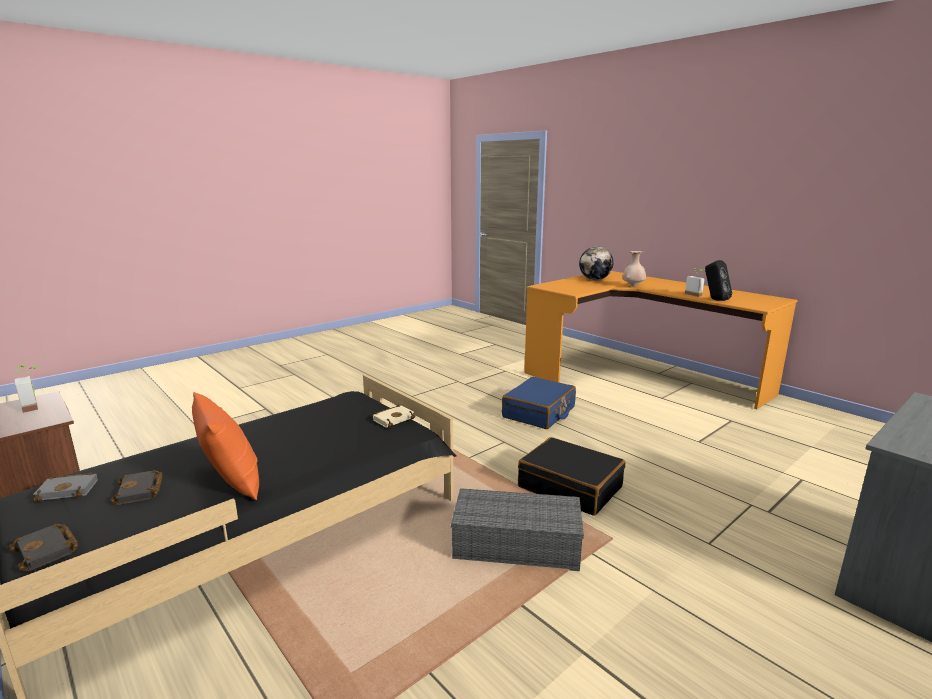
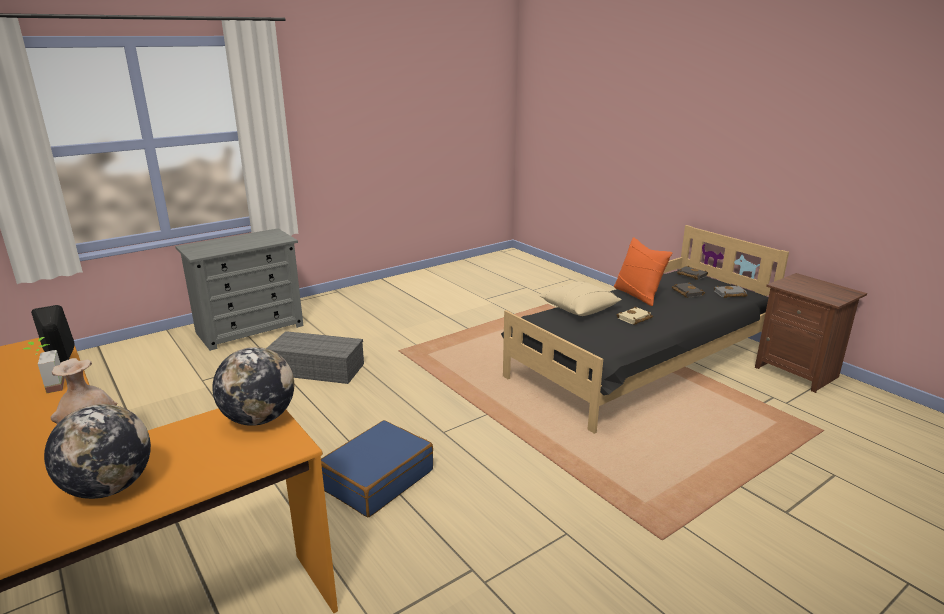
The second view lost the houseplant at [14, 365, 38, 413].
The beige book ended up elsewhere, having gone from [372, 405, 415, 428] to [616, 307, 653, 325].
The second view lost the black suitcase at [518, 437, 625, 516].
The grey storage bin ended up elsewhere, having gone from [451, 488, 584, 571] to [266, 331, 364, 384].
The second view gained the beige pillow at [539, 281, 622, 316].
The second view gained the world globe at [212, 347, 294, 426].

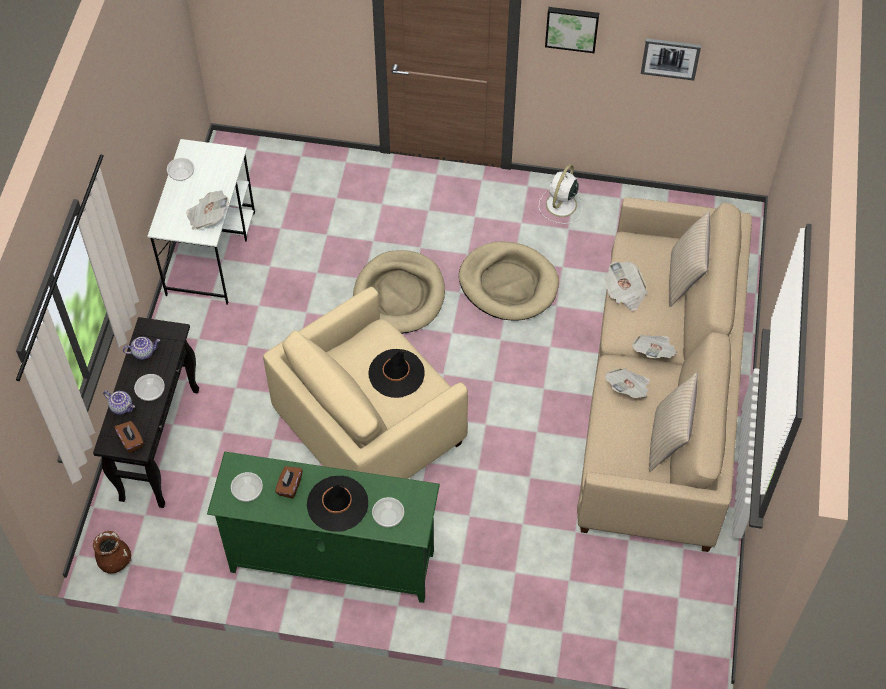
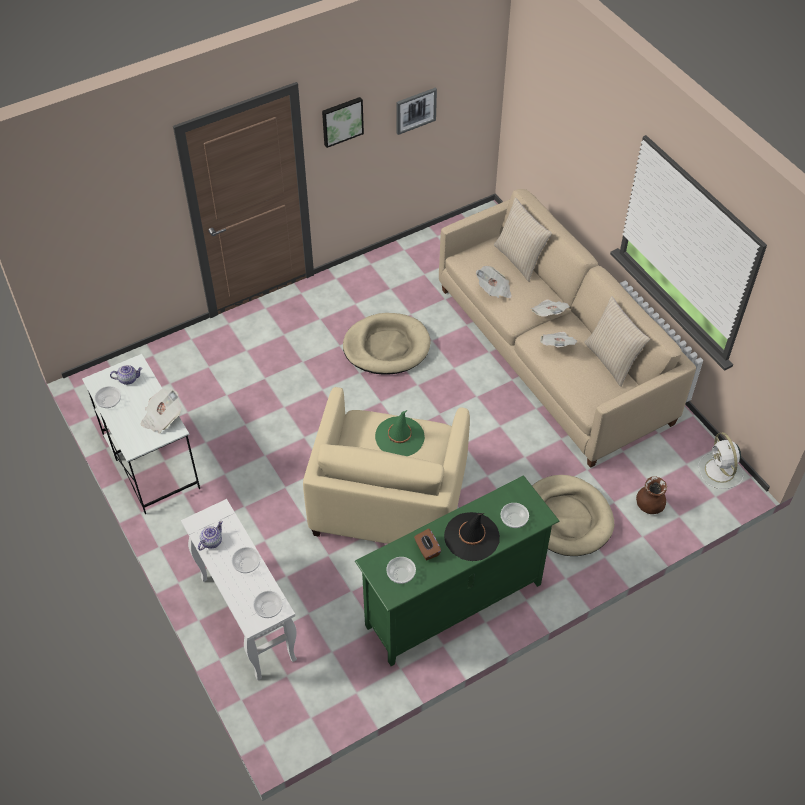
The white electric fan ended up elsewhere, having gone from [539, 164, 582, 224] to [698, 432, 743, 489].
The beige dog bed ended up elsewhere, having gone from [353, 250, 445, 334] to [532, 475, 614, 556].
What was the black narrow table at [93, 317, 199, 508] turned into the white narrow table at [181, 499, 297, 680].
What was the black clothing hat at [368, 349, 425, 398] turned into the green clothing hat at [375, 410, 425, 456].
The pot for tea ended up elsewhere, having gone from [103, 391, 135, 415] to [110, 365, 143, 385].
Where the brown-coloured tissue box stood at [114, 421, 143, 453], the bowl came to stand at [253, 591, 283, 618].
The brown-coloured flower vase ended up elsewhere, having gone from [93, 531, 131, 574] to [636, 476, 667, 514].

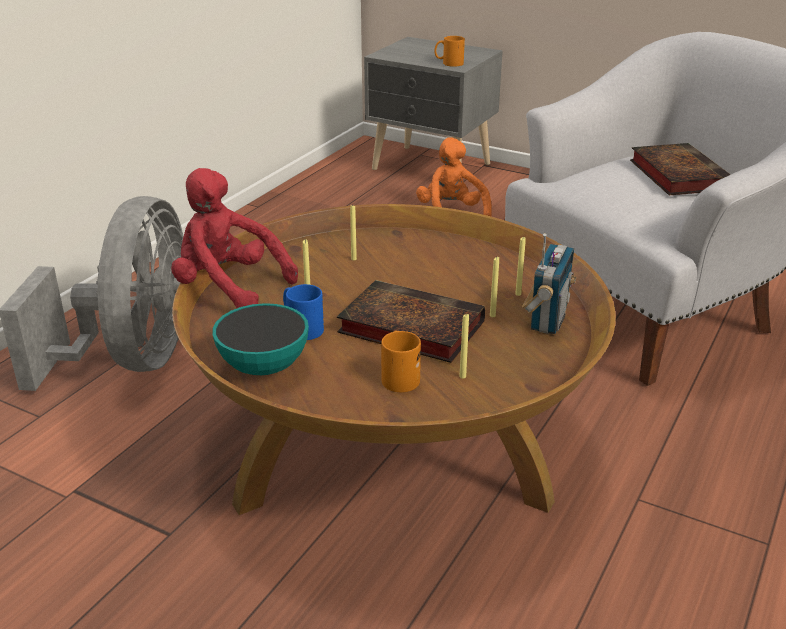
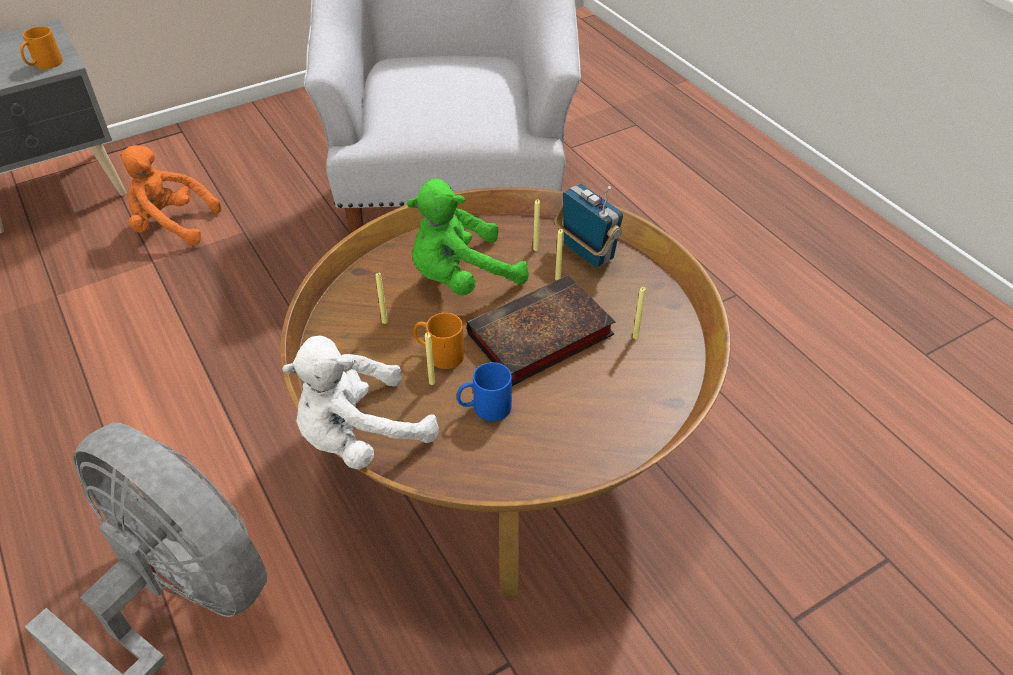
The second view lost the book at [630, 143, 731, 195].
What was the red-coloured cuddly toy at [171, 168, 298, 308] turned into the white cuddly toy at [282, 336, 439, 470].
The second view lost the bowl at [212, 303, 309, 375].
The orange-coloured mug ended up elsewhere, having gone from [381, 330, 421, 392] to [413, 313, 464, 369].
The second view gained the green cuddly toy at [407, 179, 529, 296].

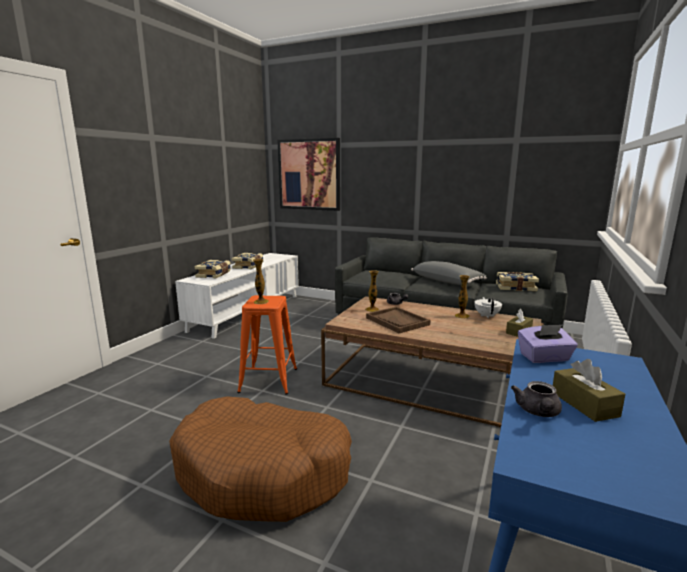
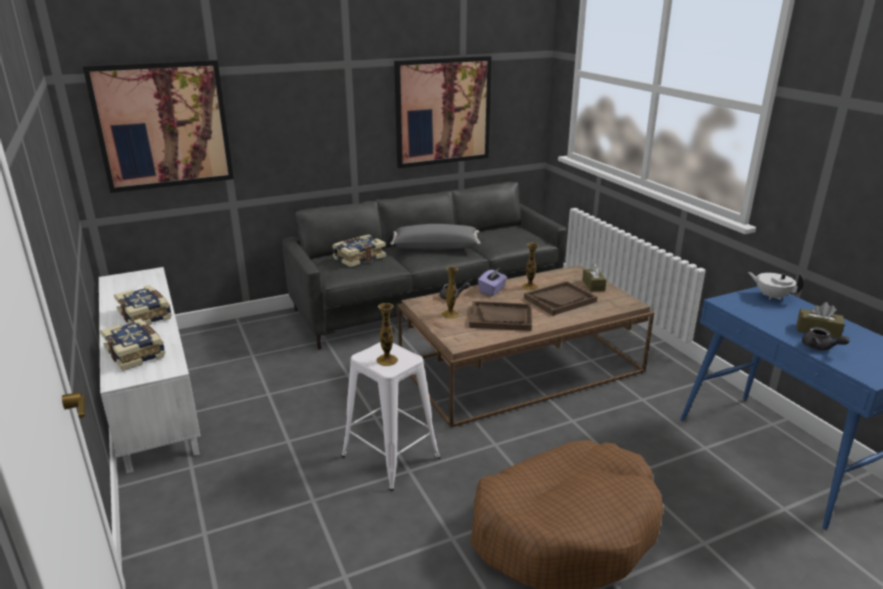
The book ended up elsewhere, having gone from [496, 272, 539, 291] to [332, 235, 386, 267].
What was the orange-coloured sitting stool at [237, 295, 297, 395] turned into the white sitting stool at [341, 342, 441, 491].
The white pot for tea ended up elsewhere, having gone from [474, 297, 502, 318] to [748, 272, 804, 300].
The purple-coloured tissue box ended up elsewhere, having gone from [518, 325, 578, 363] to [478, 269, 507, 296].
The second view gained the wall art at [394, 56, 492, 168].
The second view gained the brown-coloured carrying tray at [524, 281, 597, 316].

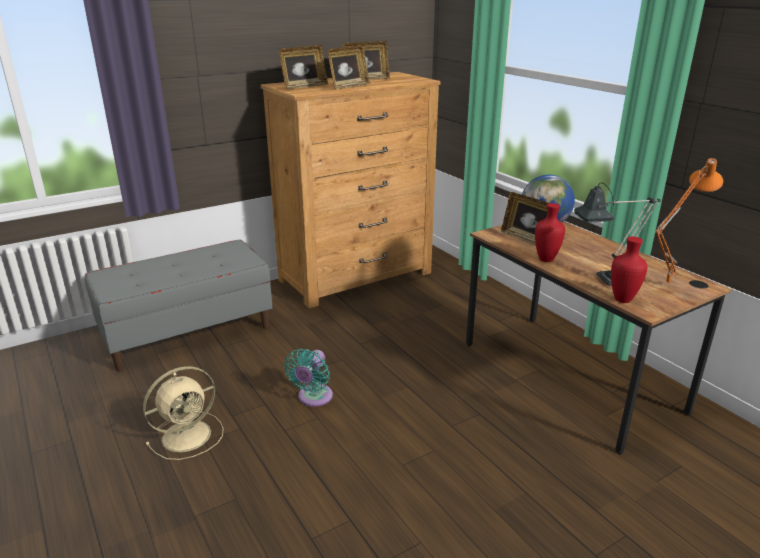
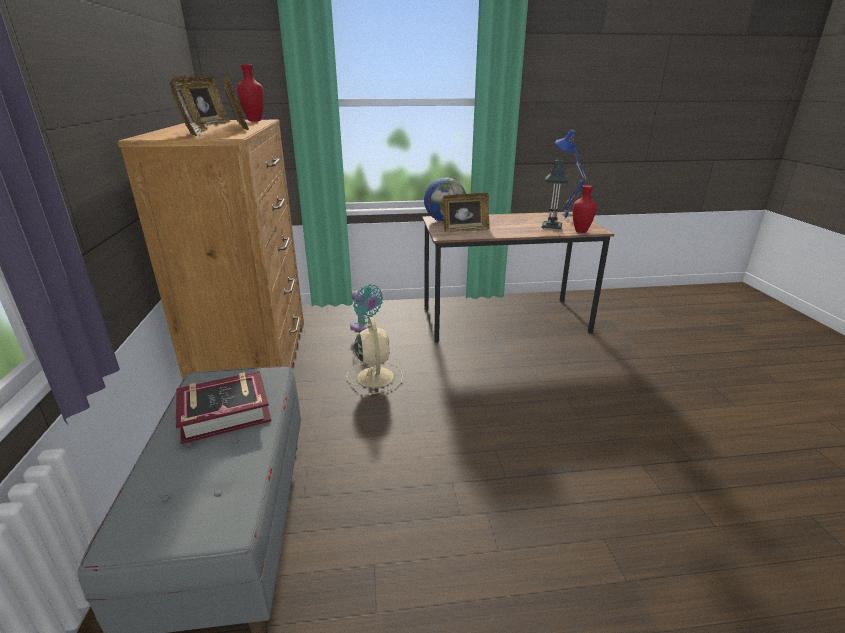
What was the orange-coloured table lamp at [655, 158, 723, 285] turned into the blue table lamp at [555, 129, 586, 219].
The red-coloured flower vase ended up elsewhere, having gone from [535, 203, 565, 262] to [237, 64, 264, 121].
The blue-green electric fan ended up elsewhere, having gone from [284, 349, 333, 407] to [350, 284, 383, 331].
The beige electric fan ended up elsewhere, having gone from [143, 366, 224, 460] to [346, 317, 403, 396].
The second view gained the book at [176, 371, 271, 444].

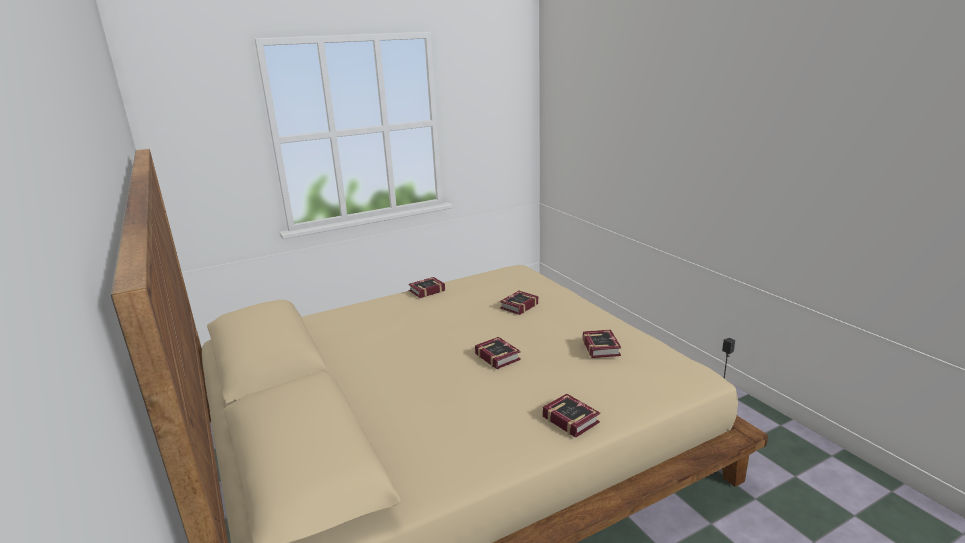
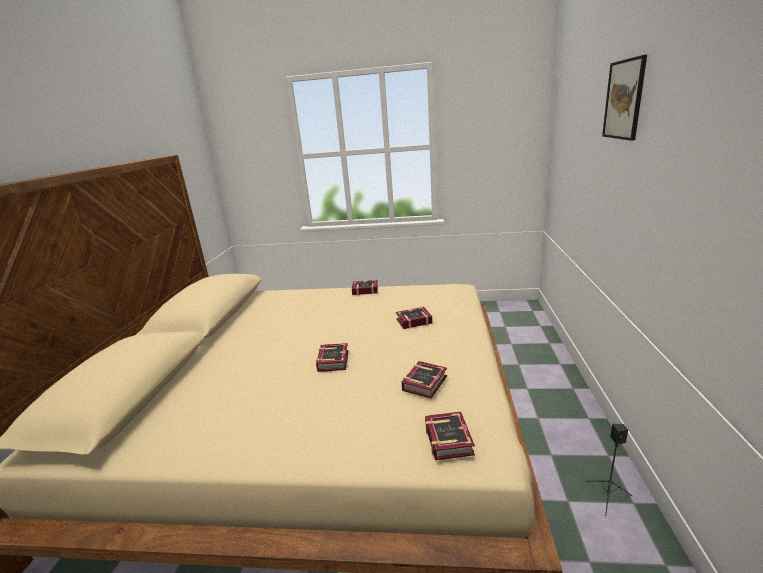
The book ended up elsewhere, having gone from [543, 393, 600, 438] to [425, 411, 475, 460].
The second view gained the wall art at [602, 55, 647, 141].

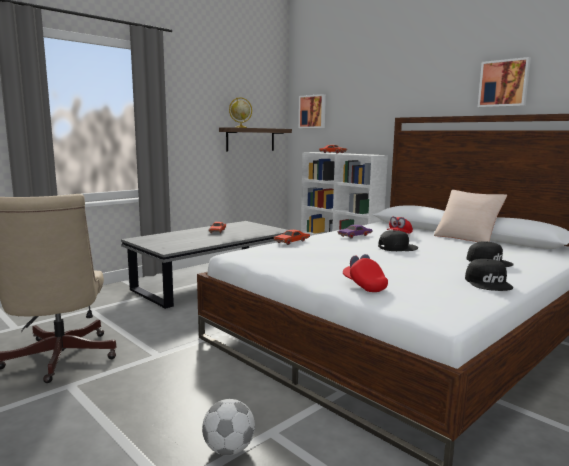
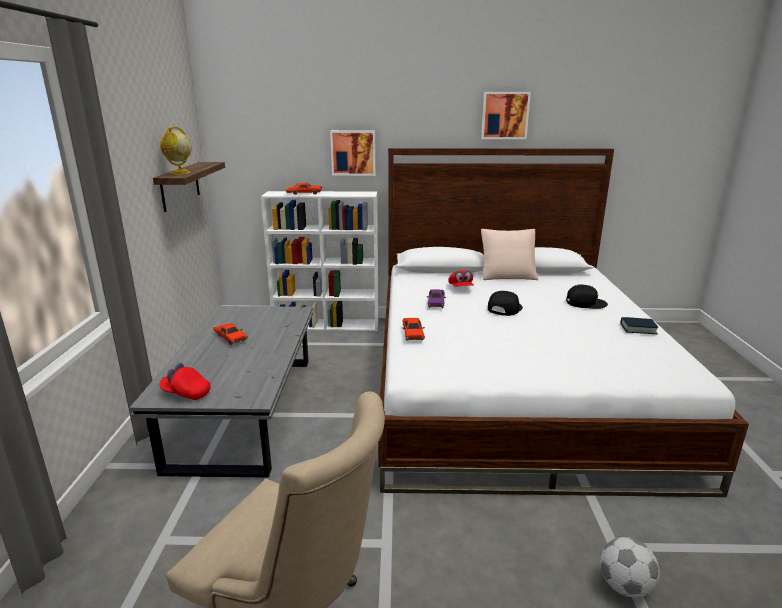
The wall art ended up elsewhere, having gone from [299, 94, 326, 128] to [330, 130, 375, 176].
The red-coloured baseball cap ended up elsewhere, having gone from [343, 254, 388, 292] to [160, 363, 211, 400].
Where the black baseball cap stood at [465, 259, 513, 291], the book came to stand at [620, 317, 658, 334].

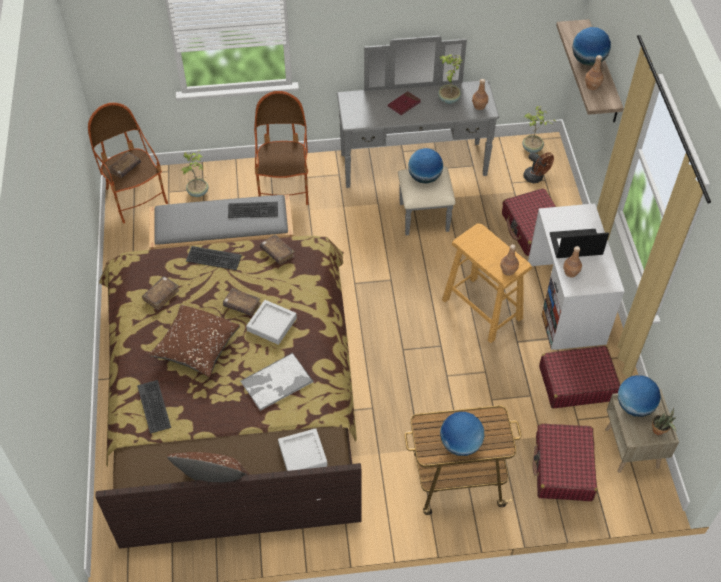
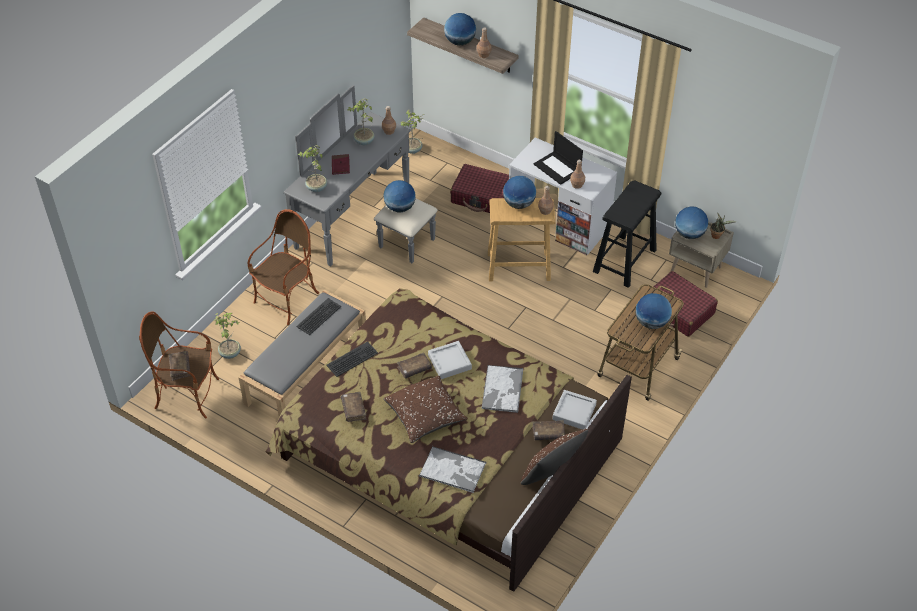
The armchair at [254, 91, 308, 205] ended up facing another way, 90 degrees clockwise from before.
The second view lost the brown-coloured electric fan at [523, 152, 554, 183].
The laptop at [550, 229, 609, 258] ended up facing another way, 75 degrees counterclockwise from before.
The brown-coloured book ended up elsewhere, having gone from [260, 234, 295, 265] to [533, 420, 565, 440].
Where the red-coloured suitcase stood at [539, 346, 620, 408], the black sitting stool came to stand at [593, 180, 661, 288].
Where the PC keyboard stood at [137, 380, 171, 434], the carrying tray came to stand at [419, 446, 486, 493].
The second view gained the houseplant at [298, 145, 327, 192].
The second view gained the world globe at [503, 176, 536, 209].

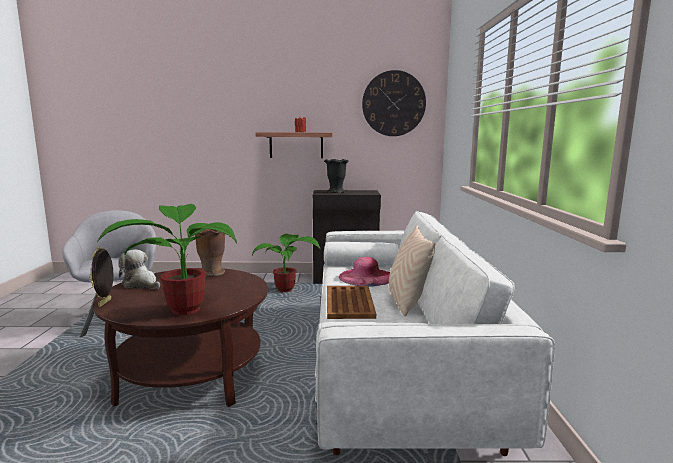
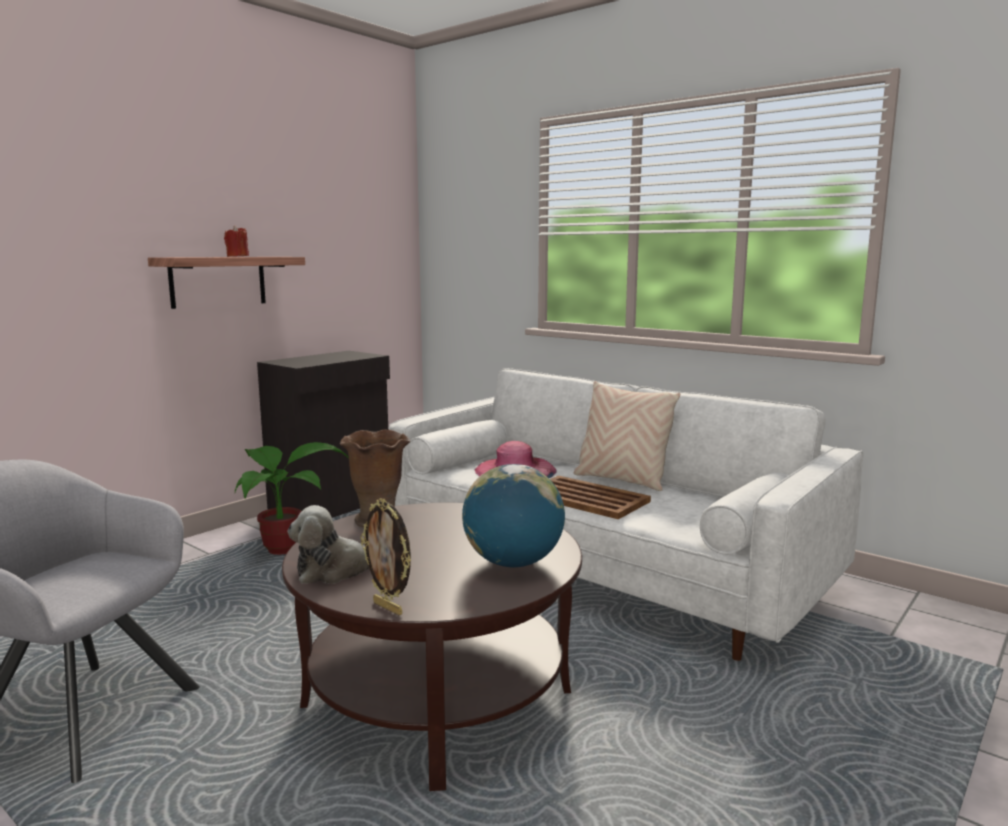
The second view lost the clock on the wall at [362, 70, 426, 136].
The second view lost the black flower vase at [324, 159, 348, 193].
Where the houseplant stood at [97, 204, 237, 315], the world globe came to stand at [462, 464, 565, 567].

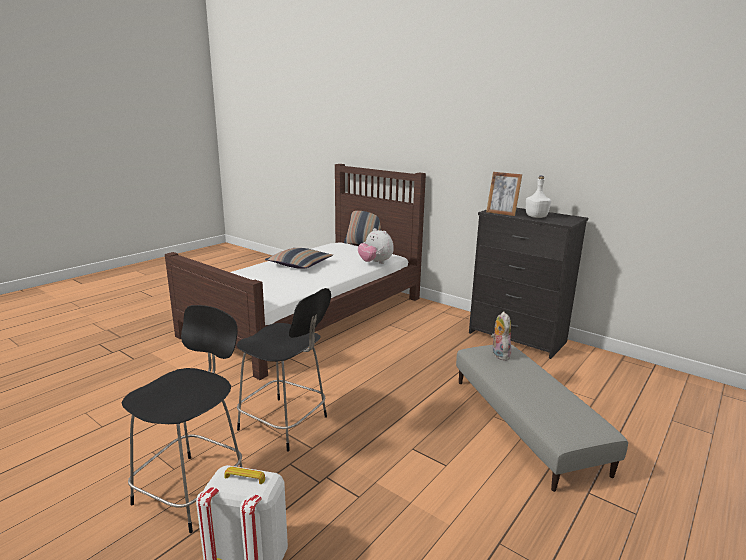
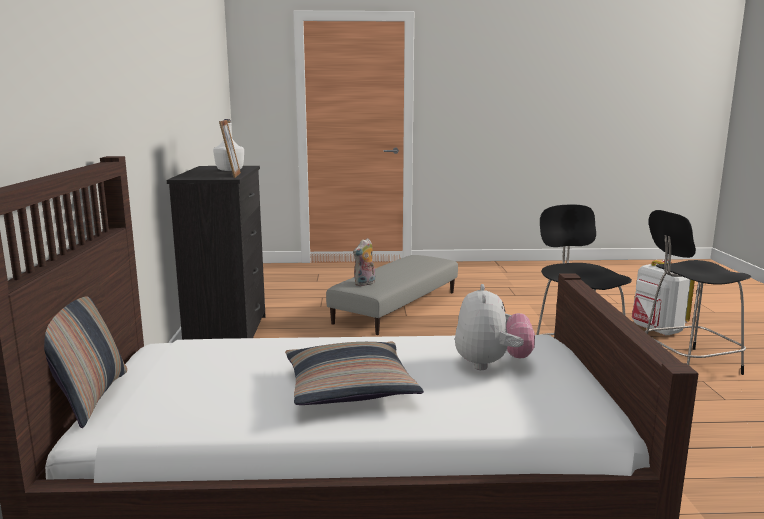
The cuddly toy ended up elsewhere, having gone from [358, 228, 394, 264] to [455, 284, 535, 370].

